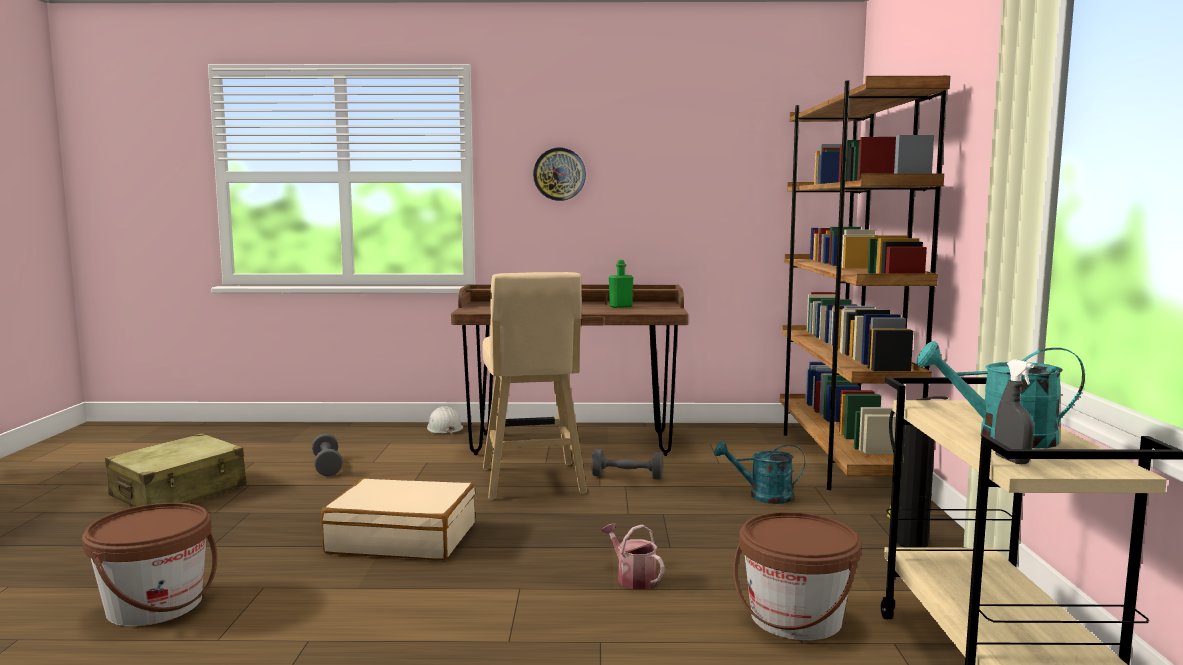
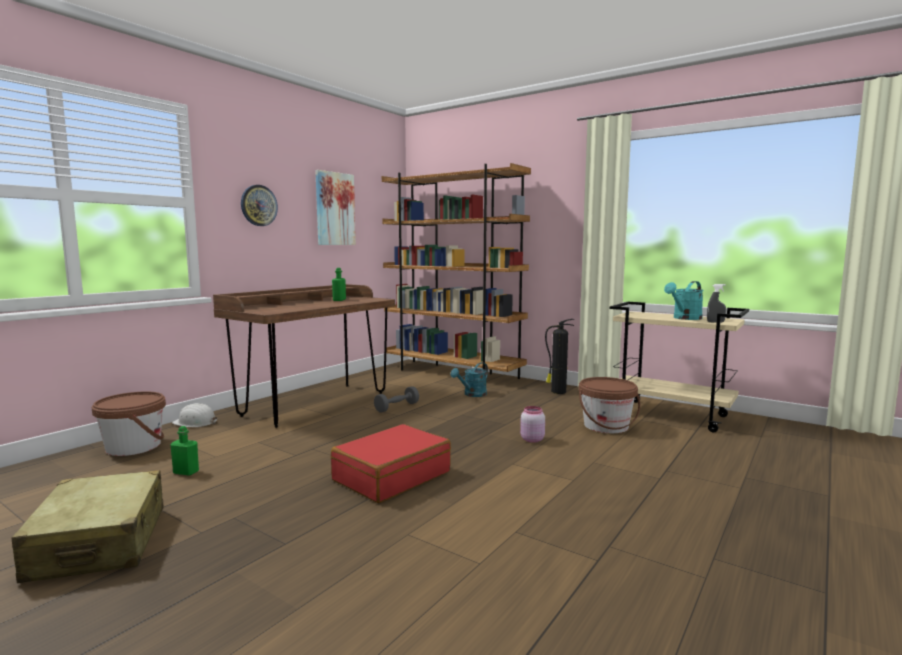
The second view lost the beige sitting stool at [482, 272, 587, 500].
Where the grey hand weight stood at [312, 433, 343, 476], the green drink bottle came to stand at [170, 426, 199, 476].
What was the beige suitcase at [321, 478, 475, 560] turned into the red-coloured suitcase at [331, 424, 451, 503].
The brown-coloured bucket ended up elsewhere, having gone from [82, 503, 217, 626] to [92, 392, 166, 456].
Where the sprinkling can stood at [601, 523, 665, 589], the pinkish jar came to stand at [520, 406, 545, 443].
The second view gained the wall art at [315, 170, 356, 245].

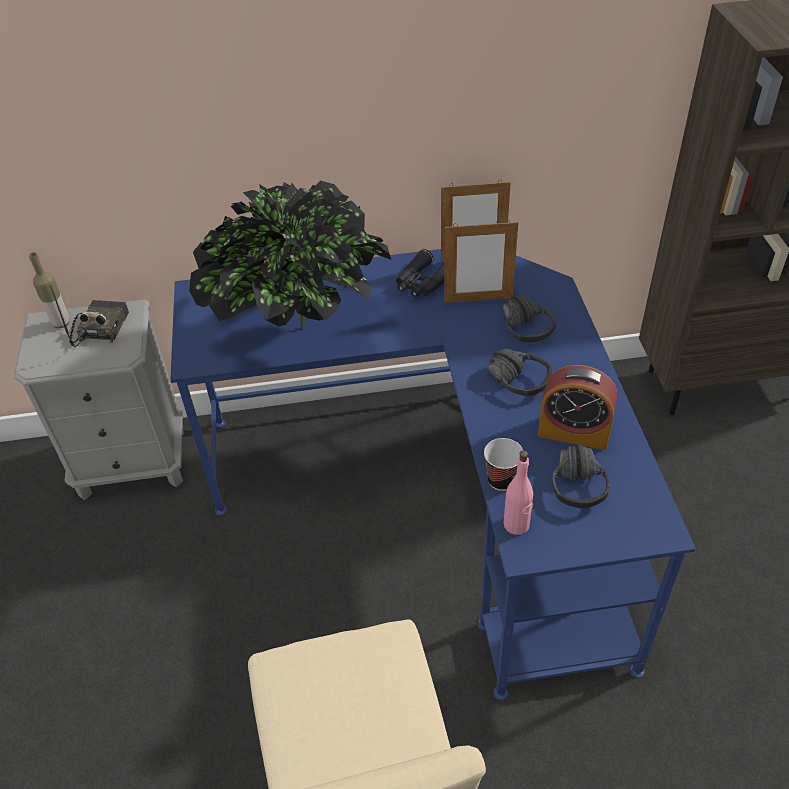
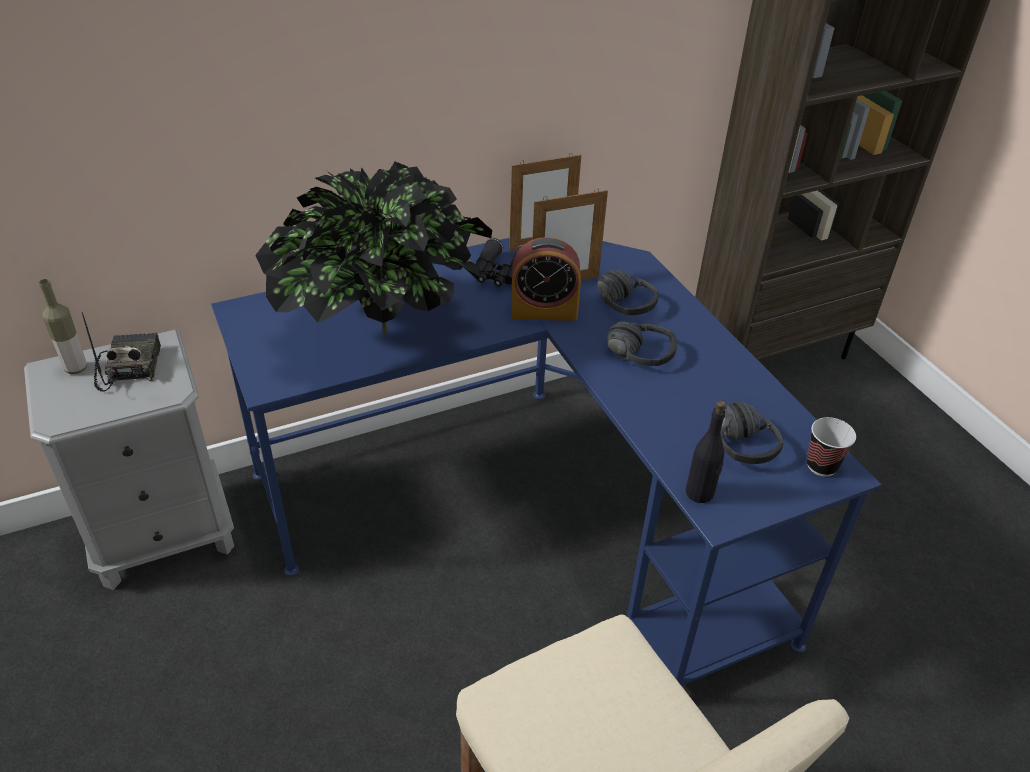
The alarm clock ended up elsewhere, having gone from [538, 365, 617, 450] to [511, 237, 581, 321].
The drinking cup ended up elsewhere, having gone from [484, 438, 523, 491] to [807, 417, 856, 477].
What was the pinkish drink bottle at [504, 450, 533, 535] turned into the black drink bottle at [686, 400, 726, 503].

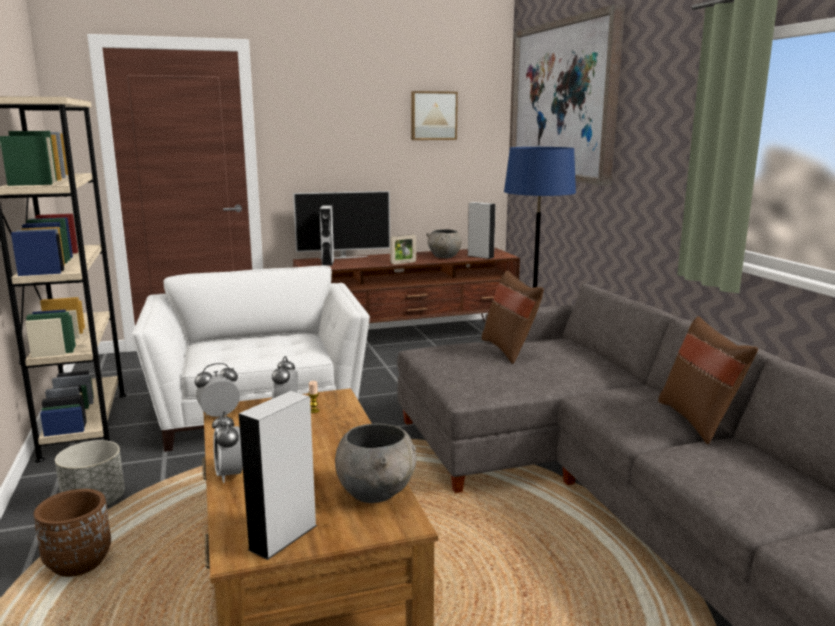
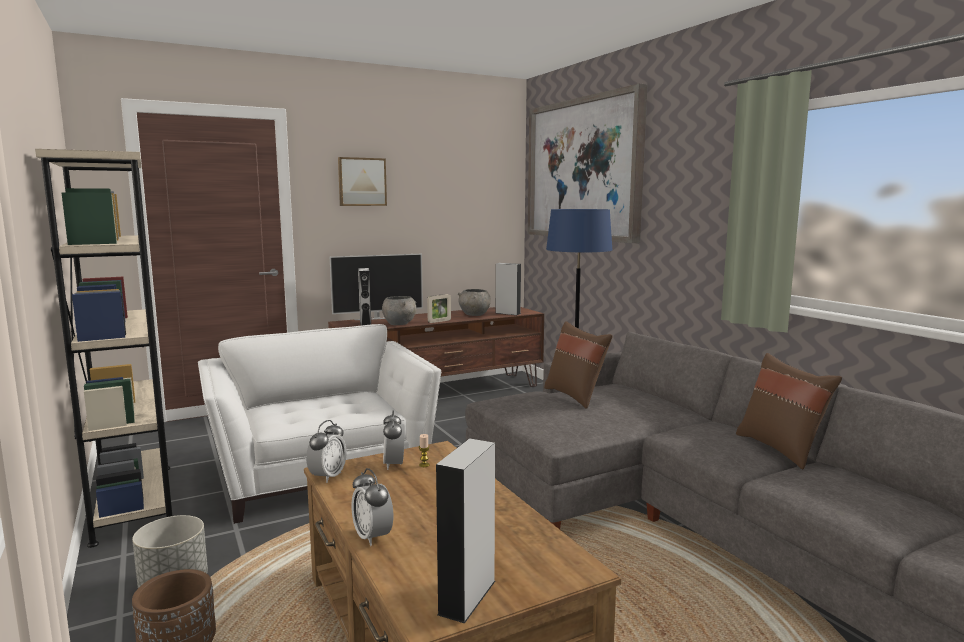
The wall art ended up elsewhere, having gone from [411, 91, 458, 140] to [338, 157, 387, 206].
The alarm clock at [195, 363, 240, 417] ended up facing another way, 150 degrees clockwise from before.
The grey bowl ended up elsewhere, having gone from [335, 424, 417, 503] to [382, 296, 416, 325].

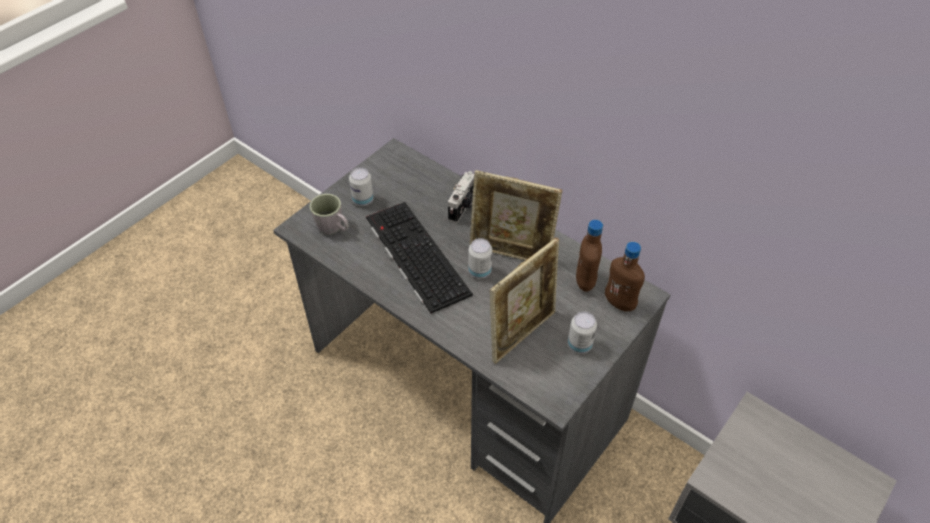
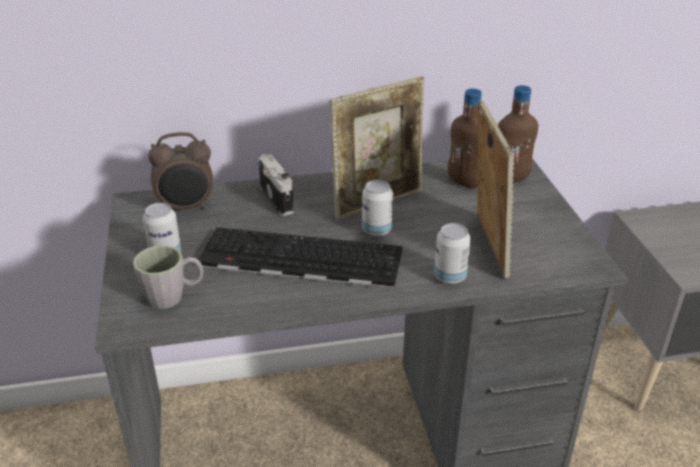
The can ended up elsewhere, having gone from [568, 312, 597, 354] to [434, 223, 471, 284].
The second view gained the alarm clock at [148, 132, 213, 210].

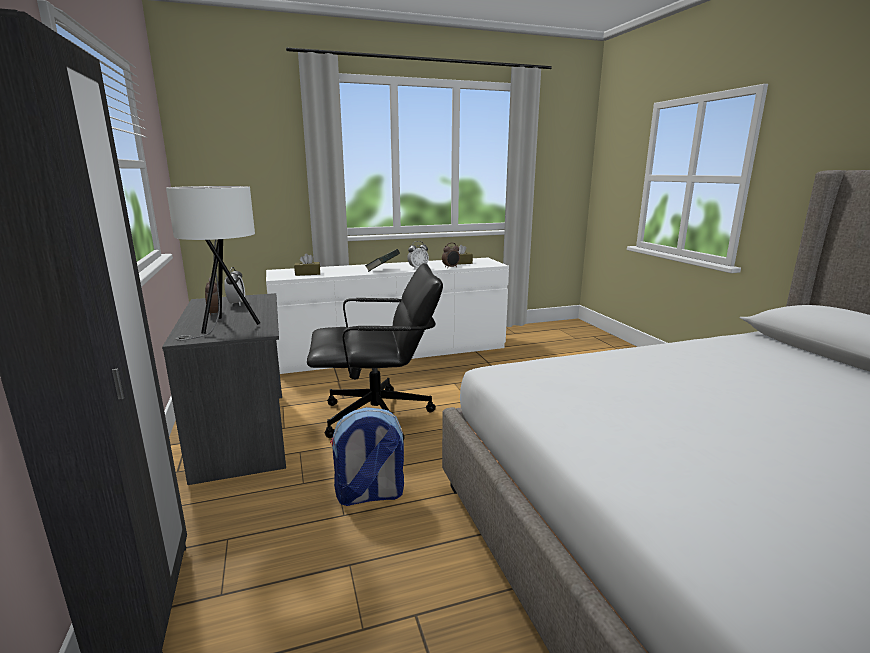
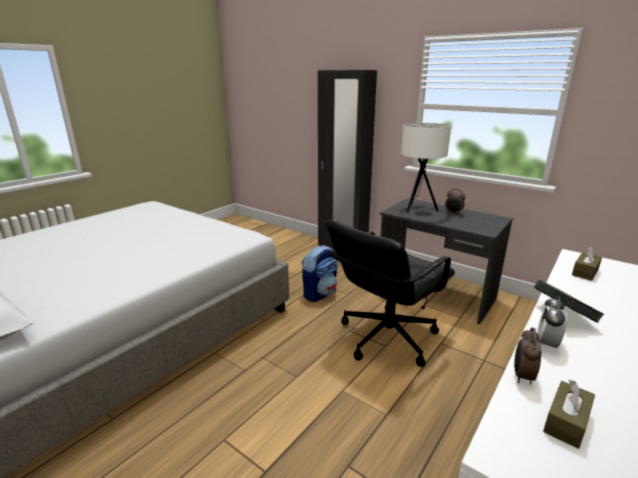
The second view lost the alarm clock at [224, 267, 245, 305].

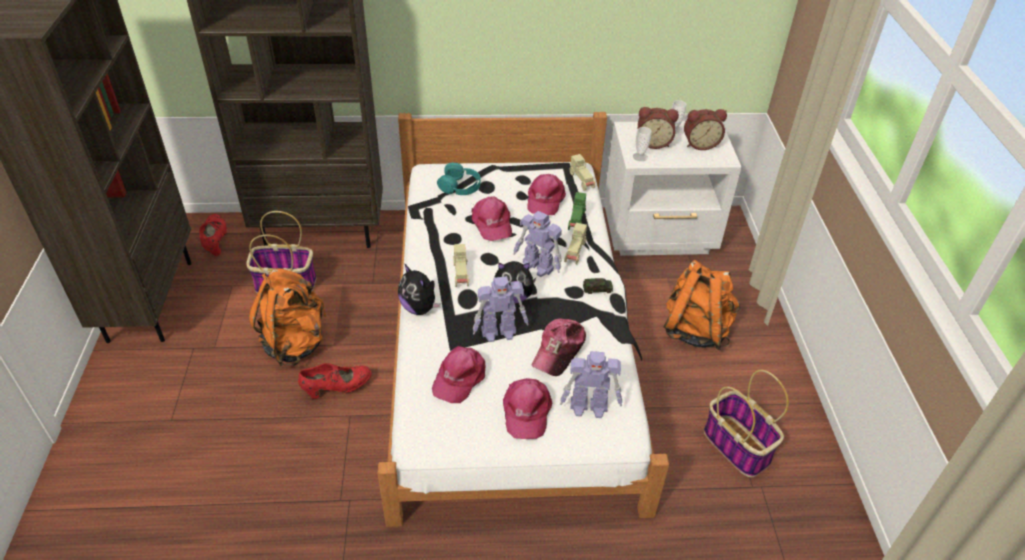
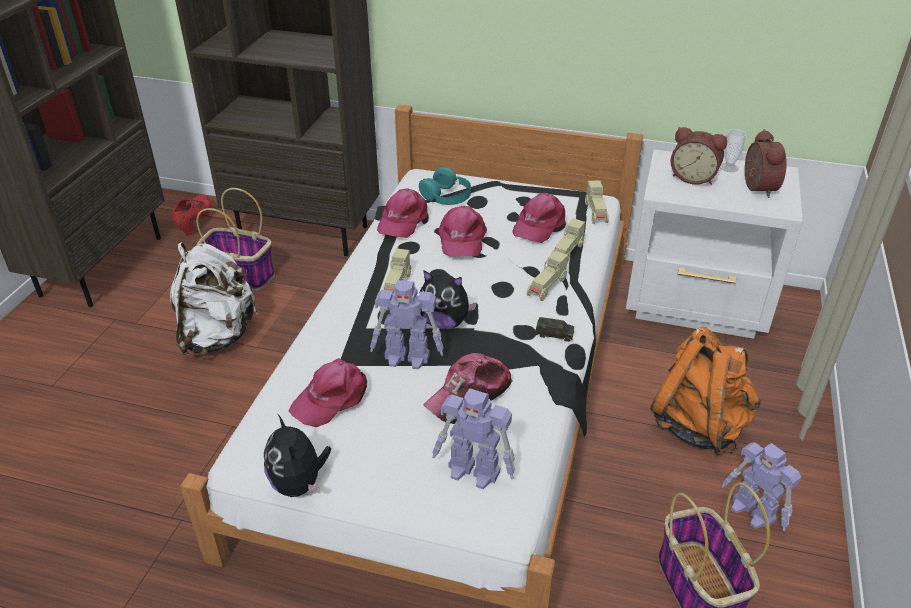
The alarm clock at [684, 109, 727, 150] ended up facing another way, 105 degrees counterclockwise from before.
The second view lost the drinking cup at [633, 127, 652, 161].
What was the green miniature car at [568, 192, 586, 230] turned into the beige miniature car at [551, 218, 585, 263].
The robot figure ended up elsewhere, having gone from [513, 211, 562, 277] to [721, 443, 801, 531].
The cuddly toy ended up elsewhere, having gone from [398, 263, 441, 315] to [264, 414, 331, 497].
What was the orange-coloured backpack at [249, 268, 327, 366] turned into the white backpack at [170, 242, 258, 357].
The second view lost the red-coloured shoe at [298, 363, 372, 399].
The pinkish baseball cap ended up elsewhere, having gone from [503, 378, 552, 439] to [377, 188, 428, 238].

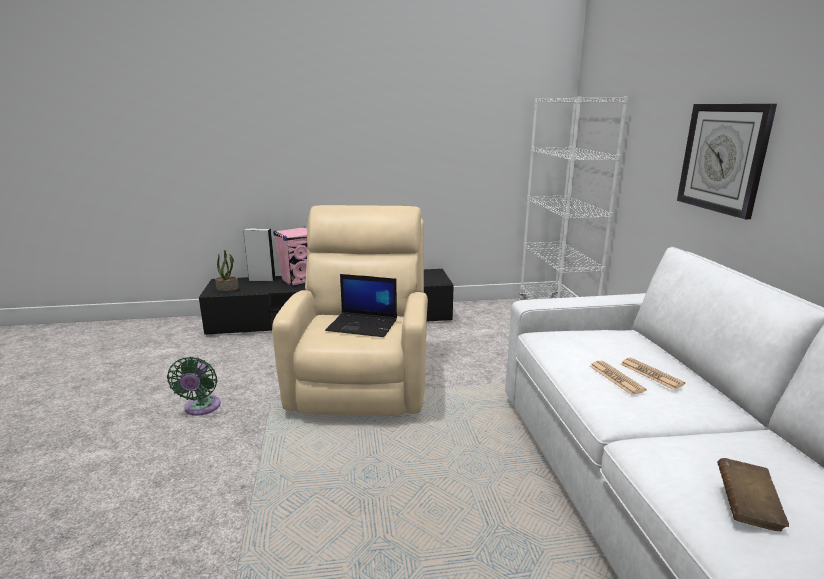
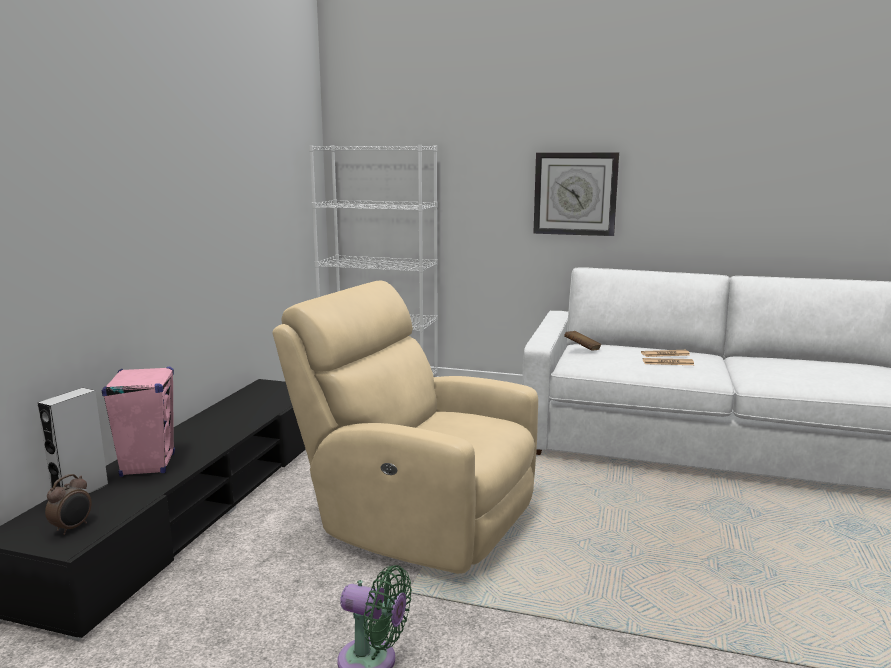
Where the houseplant stood at [215, 250, 239, 291], the alarm clock came to stand at [45, 474, 91, 535].
The second view lost the laptop at [325, 274, 397, 337].
The brown-coloured book ended up elsewhere, having gone from [717, 458, 789, 531] to [564, 331, 602, 351].

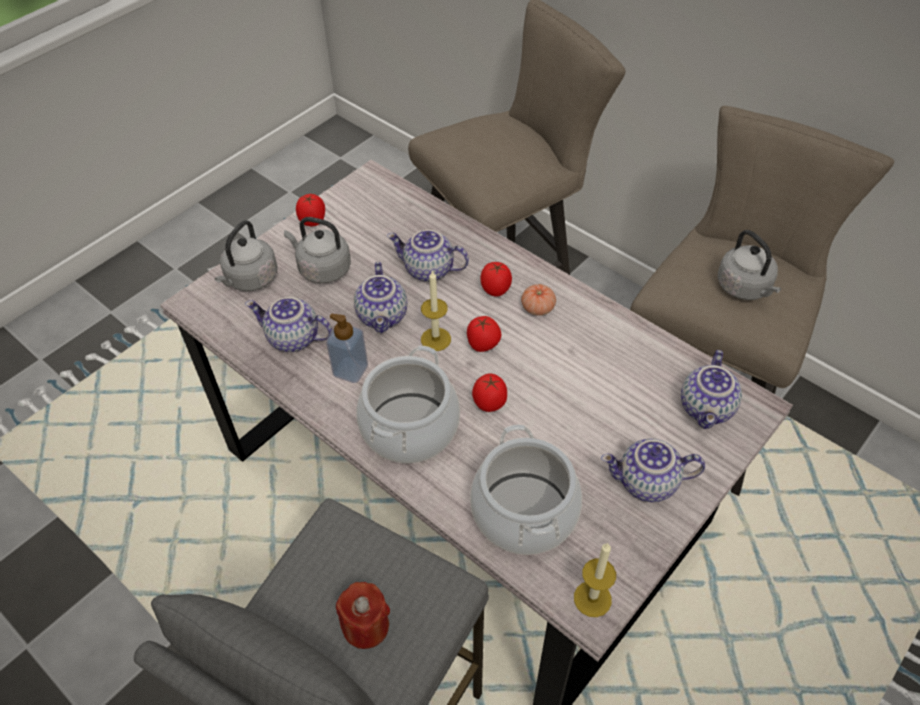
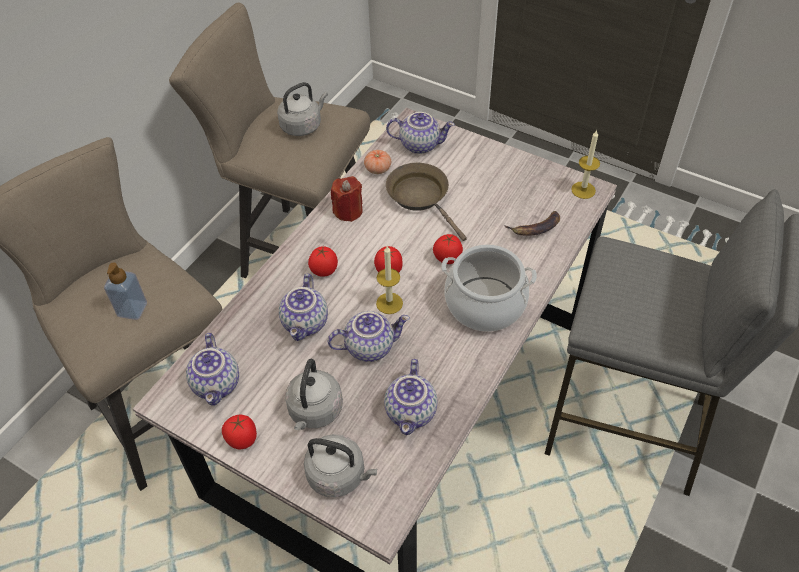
The tomato ended up elsewhere, having gone from [521, 284, 556, 316] to [364, 150, 391, 174].
The soap bottle ended up elsewhere, having gone from [326, 314, 368, 383] to [104, 262, 147, 320].
Where the cooking pot stood at [470, 424, 582, 555], the whole banana came to stand at [504, 211, 560, 236].
The pot for tea ended up elsewhere, having gone from [601, 439, 705, 502] to [186, 333, 239, 406].
The red-coloured candle ended up elsewhere, having gone from [336, 582, 390, 649] to [331, 176, 363, 222].
The second view gained the brown-coloured frying pan at [386, 163, 467, 241].

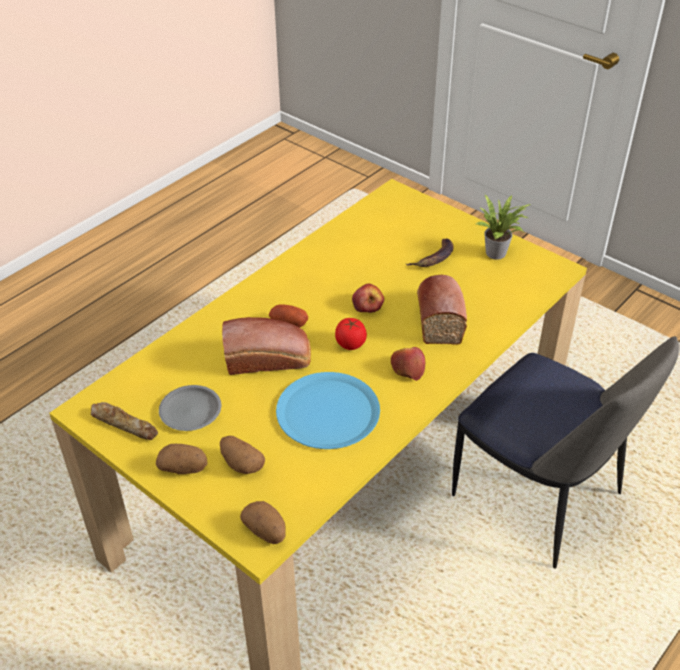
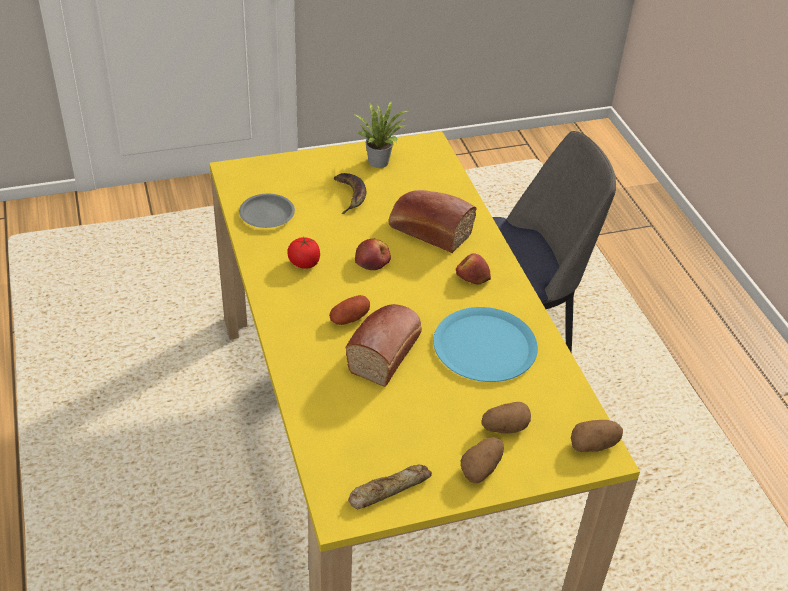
The tomato ended up elsewhere, having gone from [335, 318, 367, 350] to [287, 237, 320, 269].
The grey plate ended up elsewhere, having gone from [159, 385, 221, 431] to [239, 194, 295, 228].

